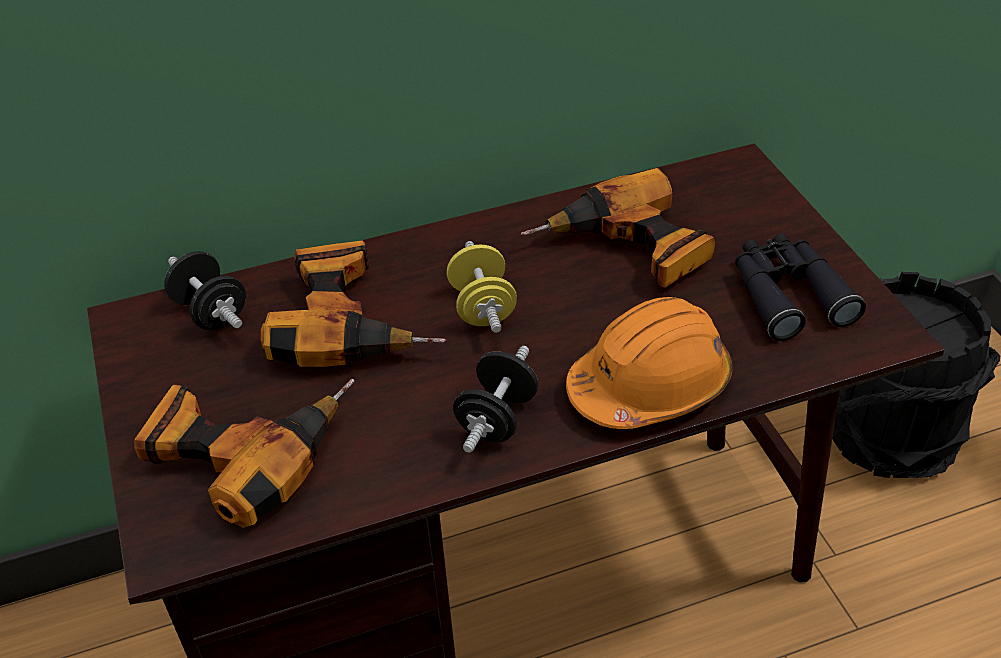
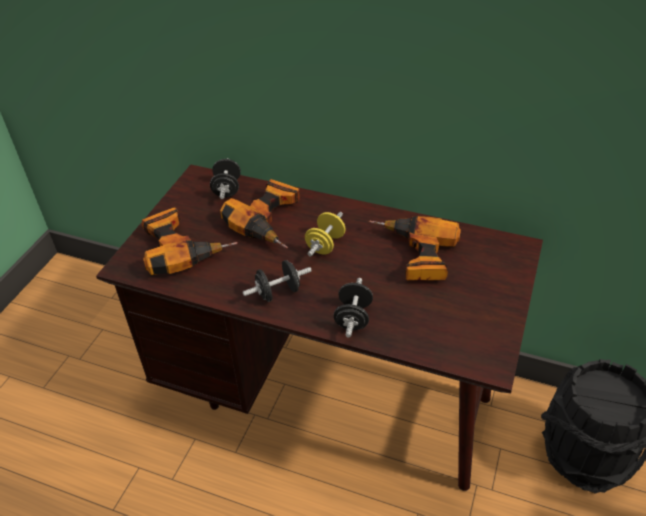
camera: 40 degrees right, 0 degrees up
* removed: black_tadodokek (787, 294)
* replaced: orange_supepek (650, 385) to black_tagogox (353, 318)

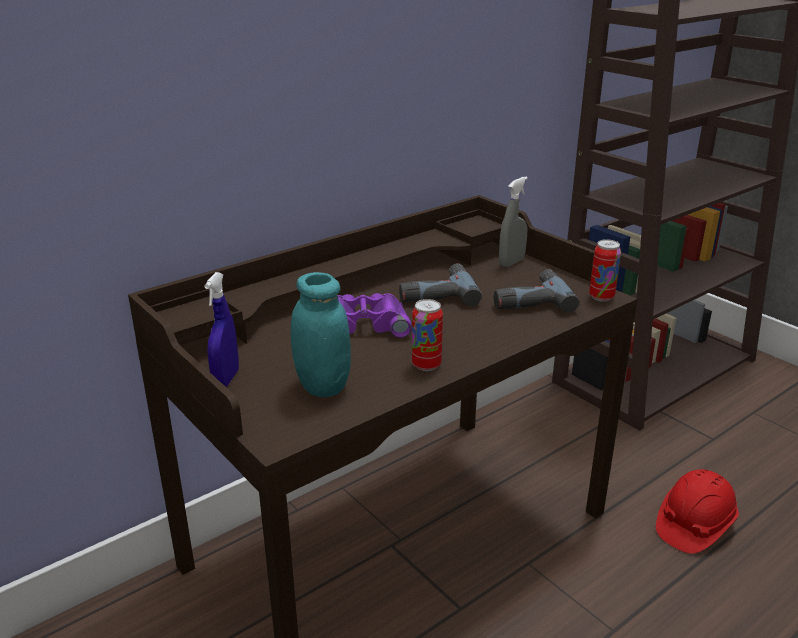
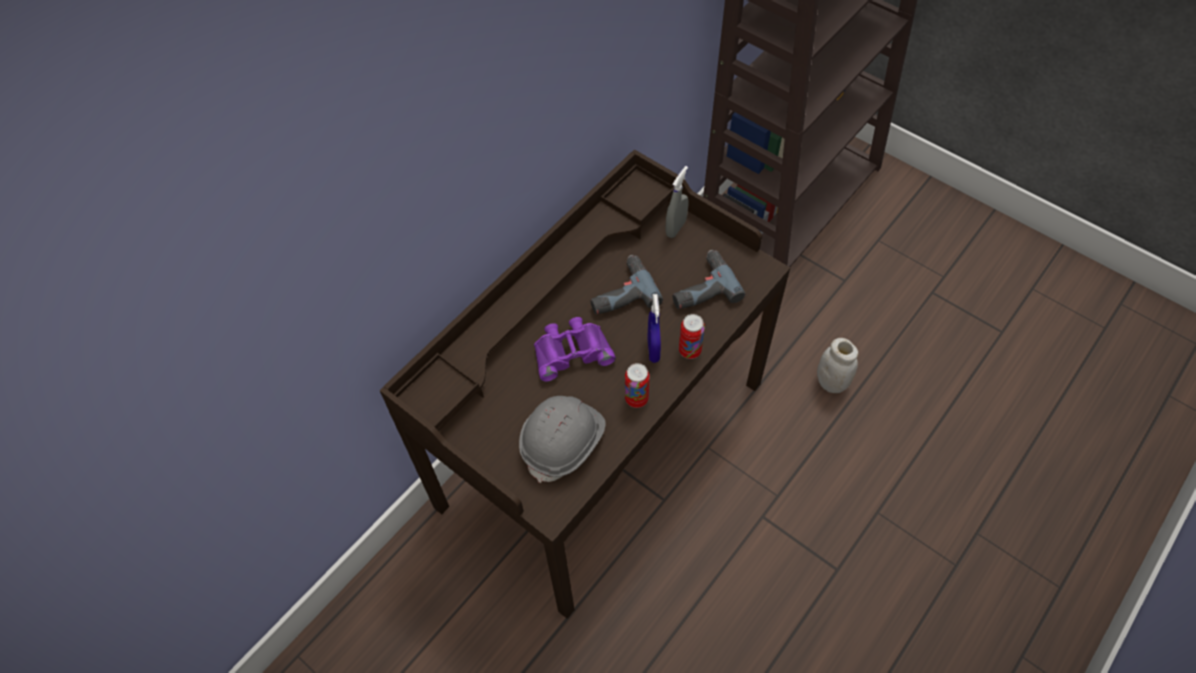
camera: 10 degrees left, 30 degrees up
* moved: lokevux (601, 297) to (689, 350)
* moved: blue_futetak (226, 379) to (653, 350)
* replaced: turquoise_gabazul (323, 386) to grey_supepek (564, 442)
* replaced: red_supepek (694, 525) to white_gabazul (831, 382)

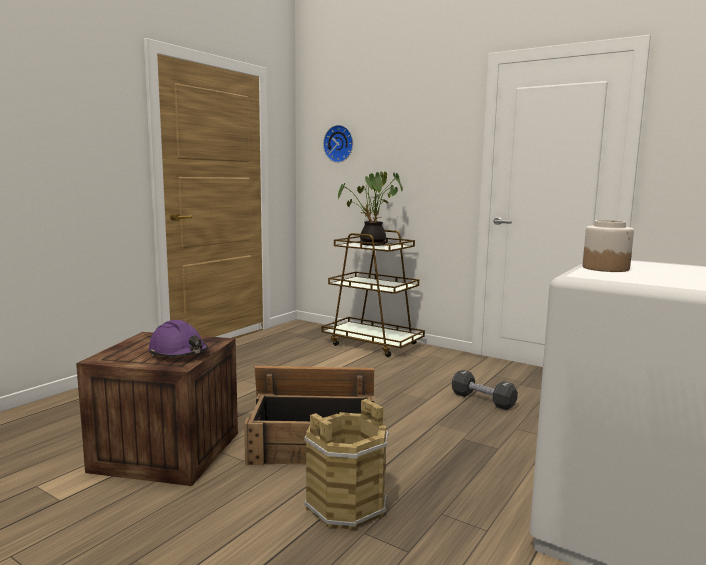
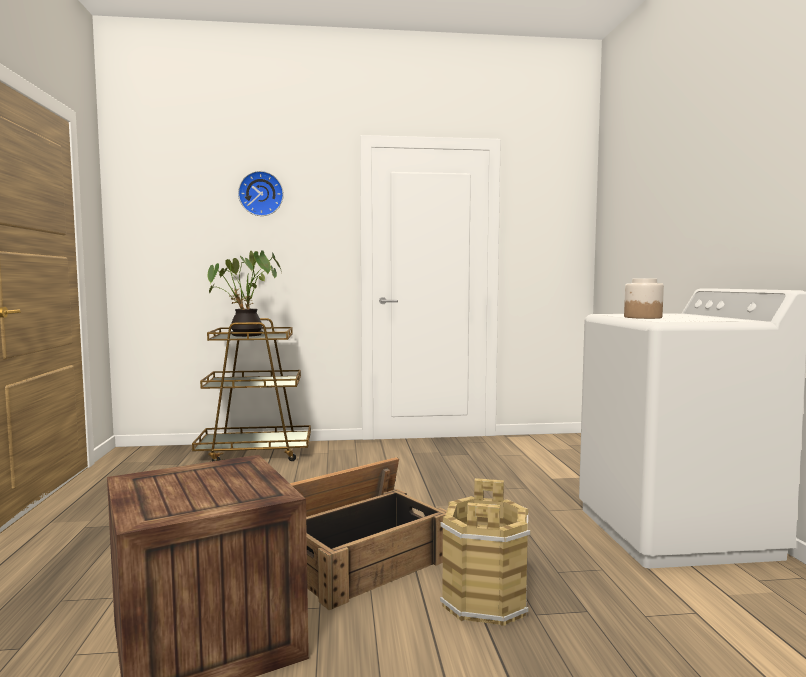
camera: 40 degrees left, 5 degrees down
* moved: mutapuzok (339, 144) to (261, 194)
* removed: purple_supepek (178, 353)
* removed: black_tagogox (483, 400)

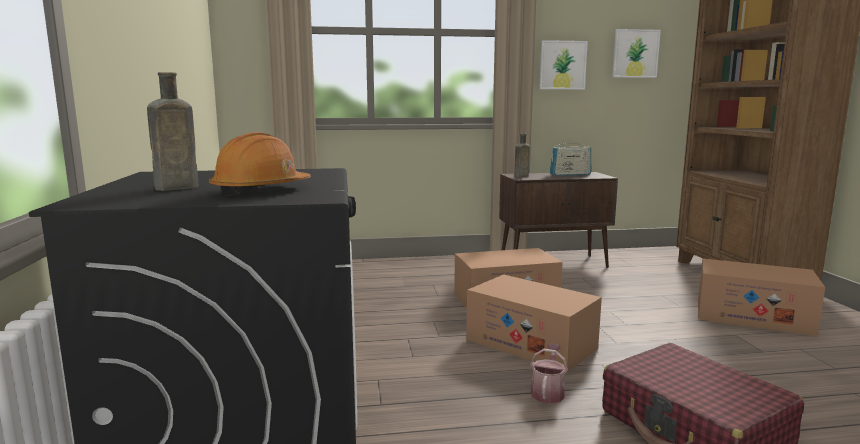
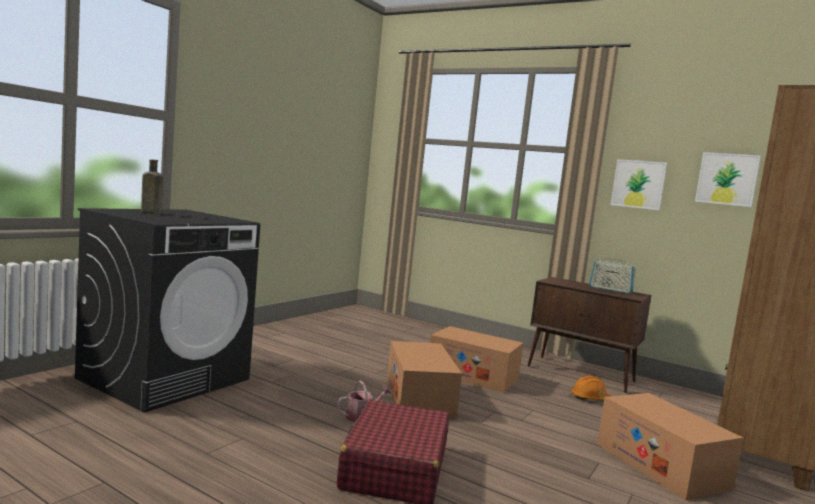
camera: 40 degrees right, 5 degrees down
* moved: orange_supepek (261, 190) to (590, 398)
* removed: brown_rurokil (520, 176)

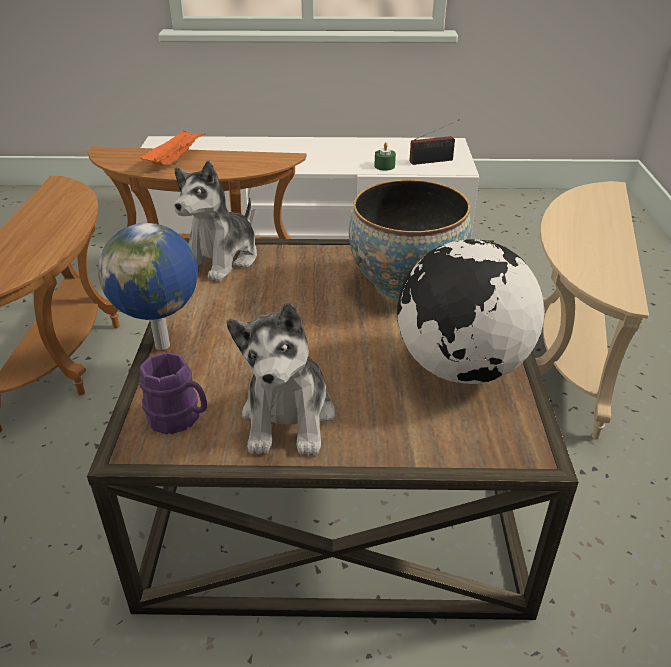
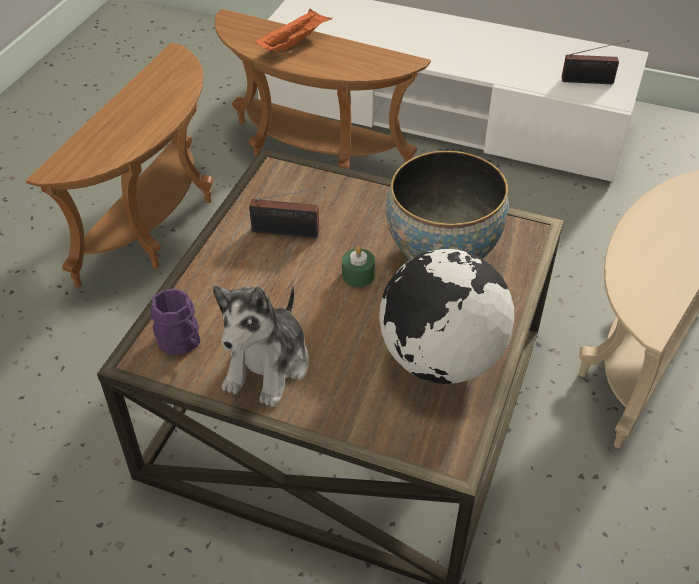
camera: 20 degrees right, 10 degrees up
* moved: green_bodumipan (384, 166) to (358, 275)
* removed: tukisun (222, 259)
* removed: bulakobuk (164, 345)
* added: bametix (289, 232)

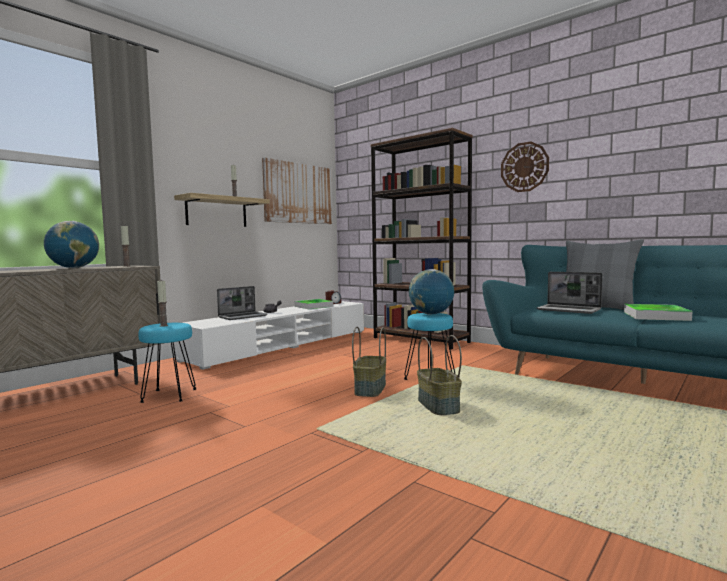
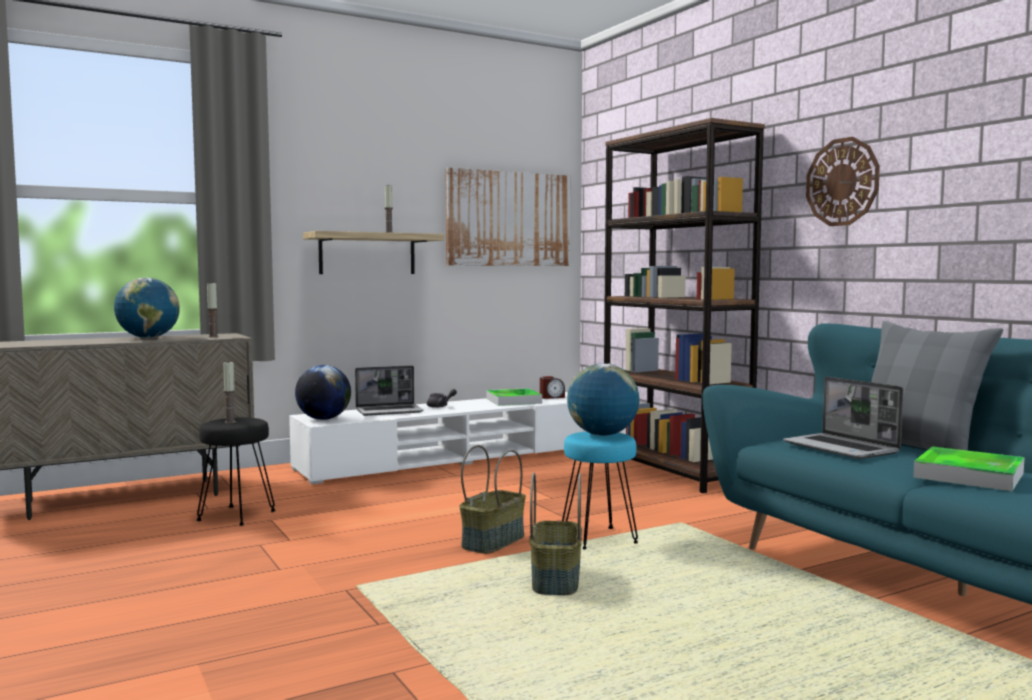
camera: 20 degrees right, 0 degrees up
* recoloured: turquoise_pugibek (169, 395) to black_pugibek (237, 515)
* added: bulakobuk (323, 419)

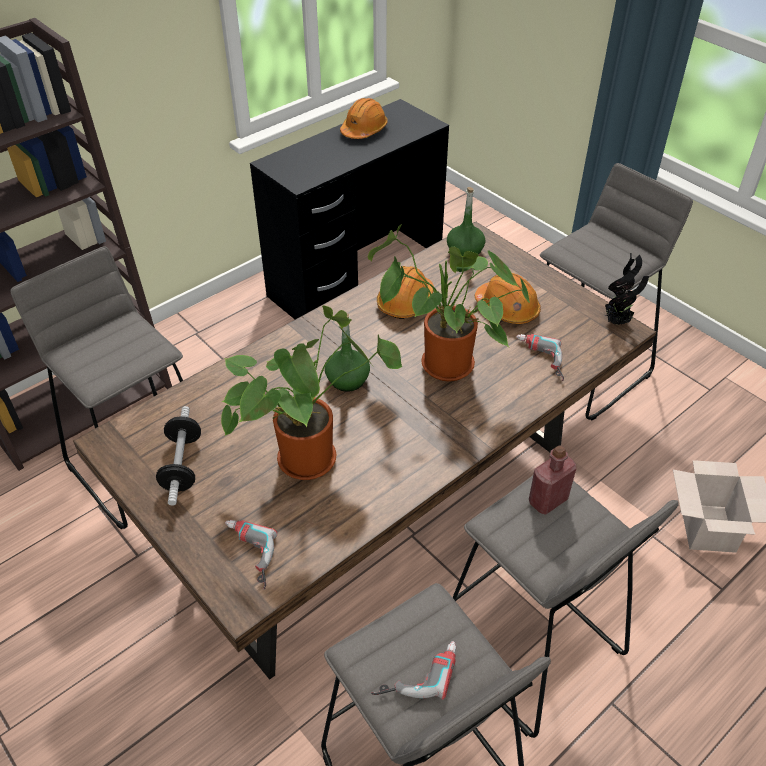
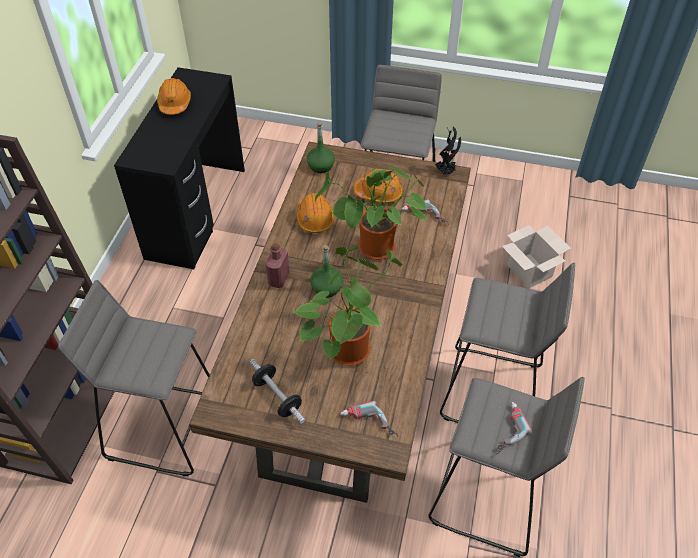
camera: 35 degrees left, 5 degrees up
* moved: red_rurokil (548, 500) to (278, 279)

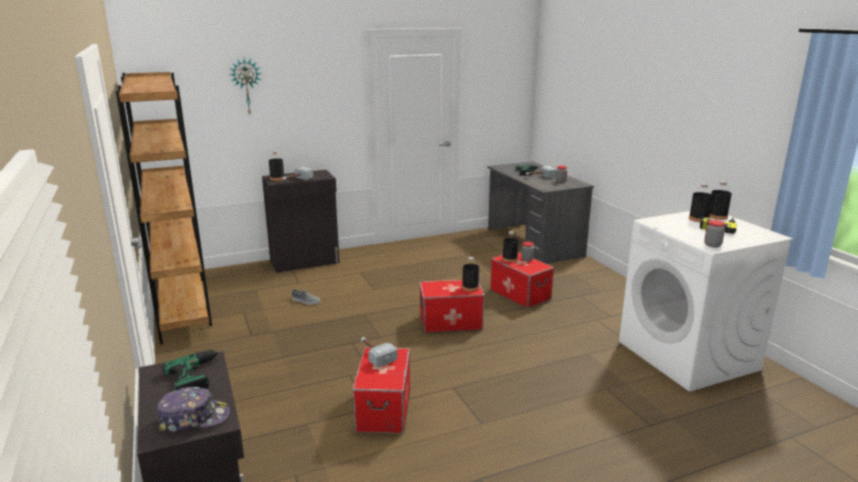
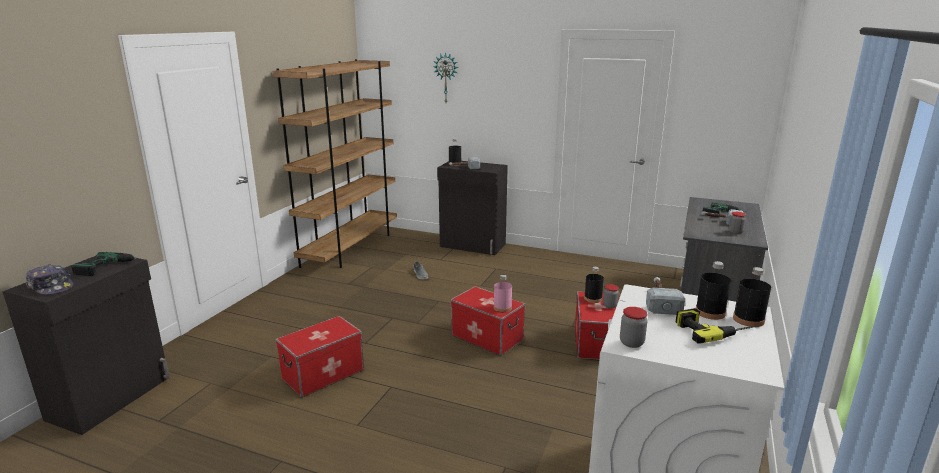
camera: 45 degrees right, 0 degrees up
* recoloured: black_rurokil (470, 287) to pink_rurokil (502, 308)
* moved: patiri (375, 355) to (660, 301)

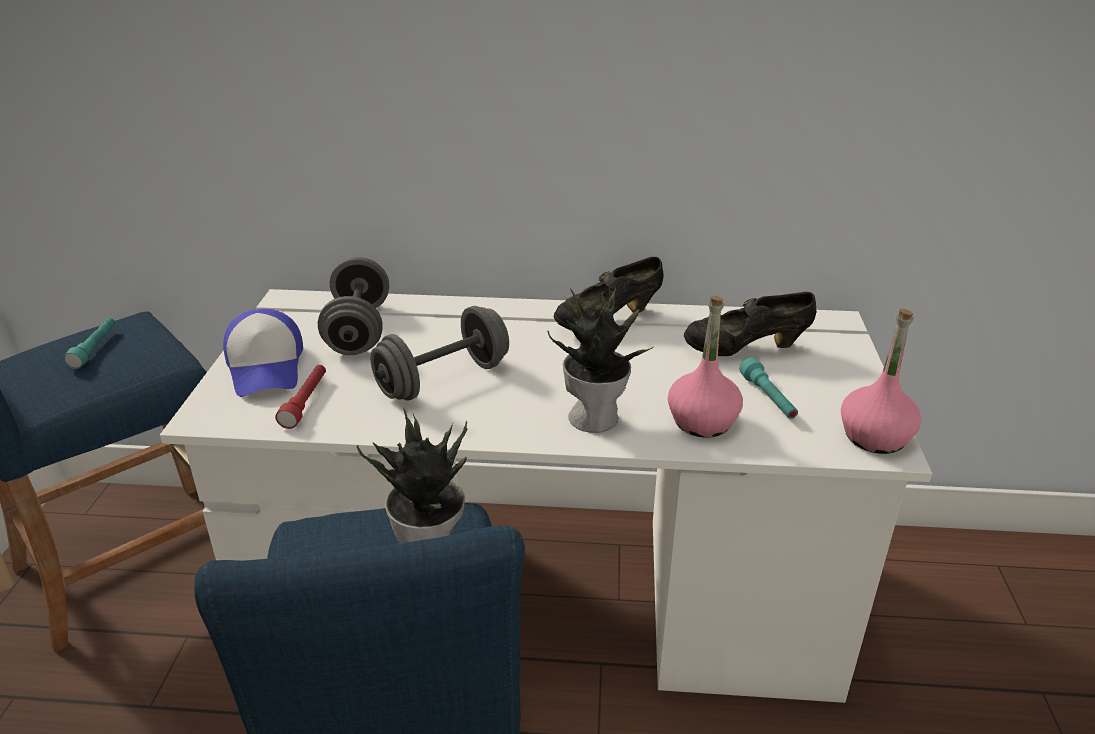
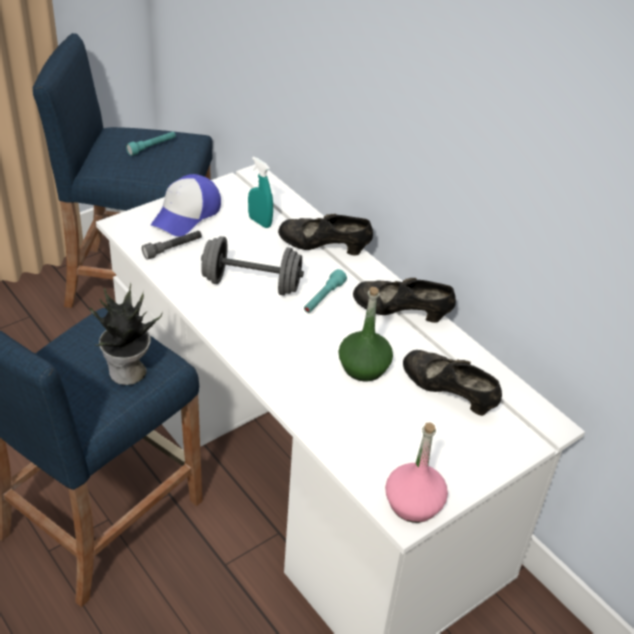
camera: 45 degrees right, 10 degrees up
* replaced: grey_tagogox (358, 330) to turquoise_futetak (260, 222)
* removed: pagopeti (595, 417)
* removed: pink_rurokil (702, 421)
* moved: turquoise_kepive (768, 398) to (323, 298)
* recoloured: red_kepive (305, 402) to grey_kepive (173, 249)
* added: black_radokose (324, 248)
* added: green_rurokil (364, 367)

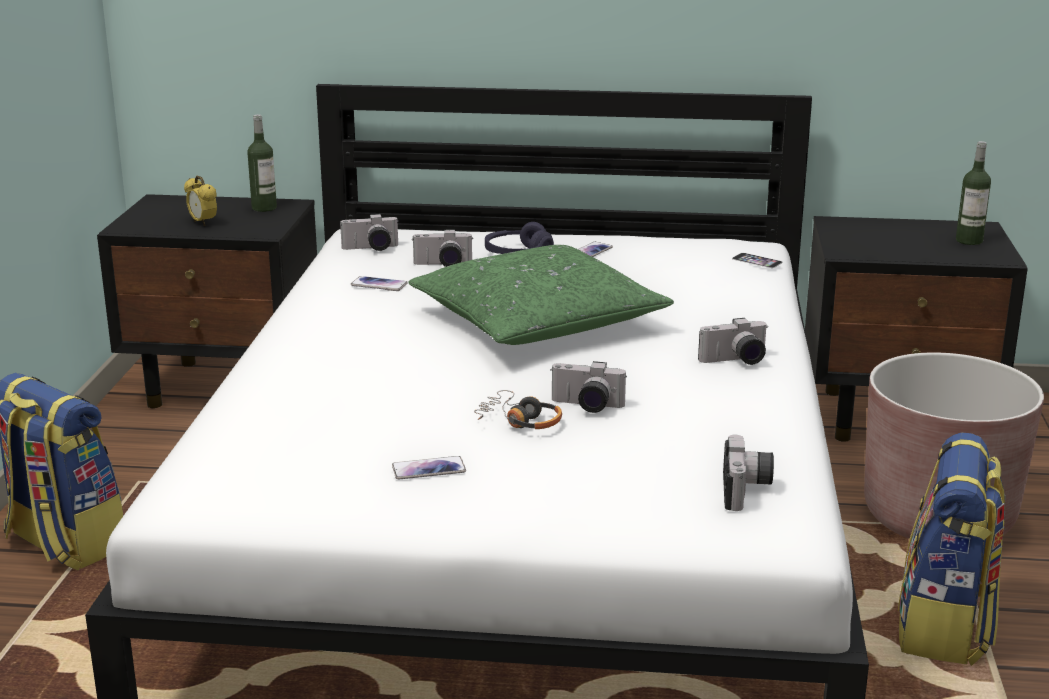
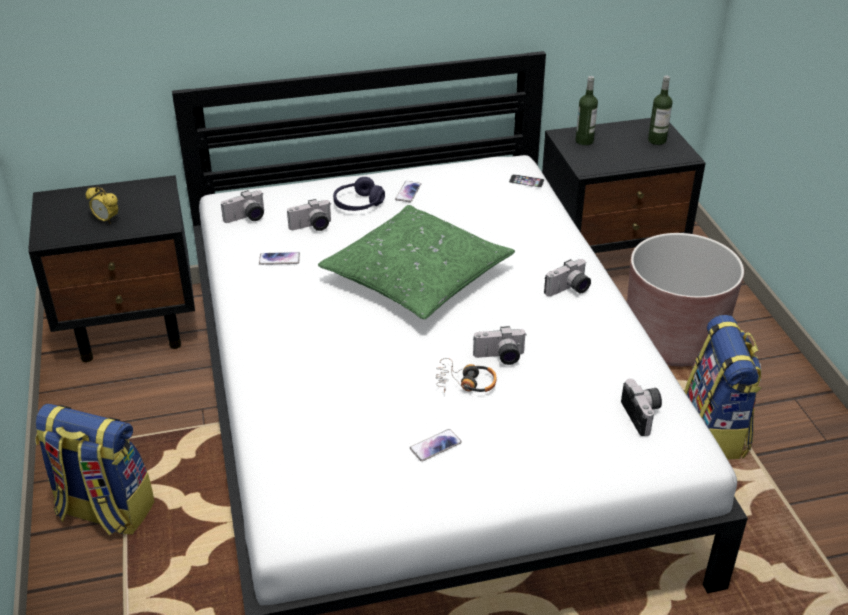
camera: 20 degrees left, 15 degrees up
* moved: rurokil (264, 208) to (584, 141)

